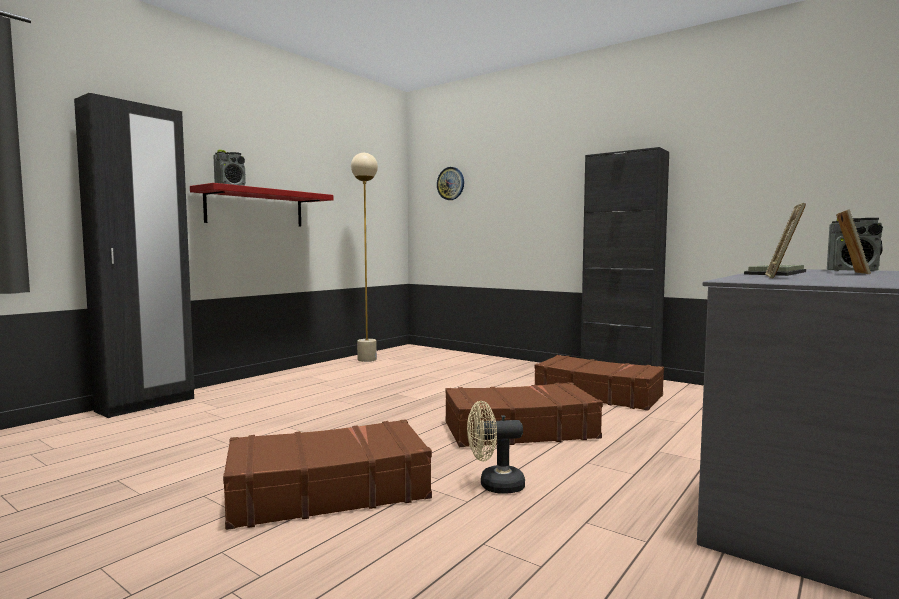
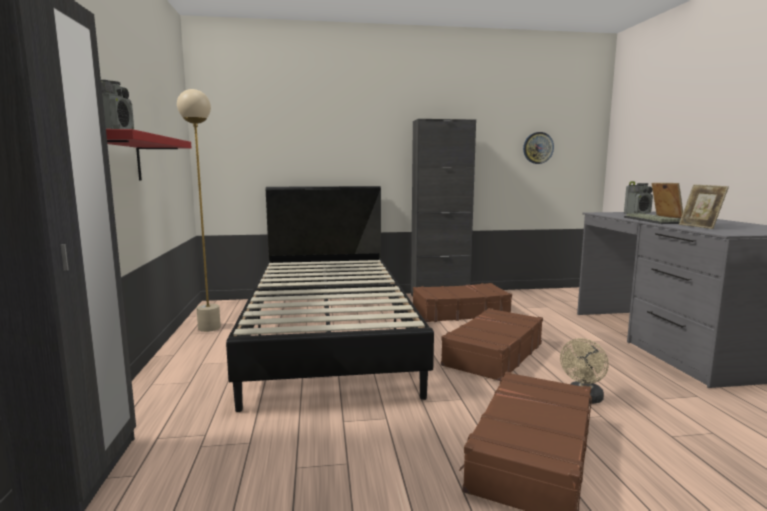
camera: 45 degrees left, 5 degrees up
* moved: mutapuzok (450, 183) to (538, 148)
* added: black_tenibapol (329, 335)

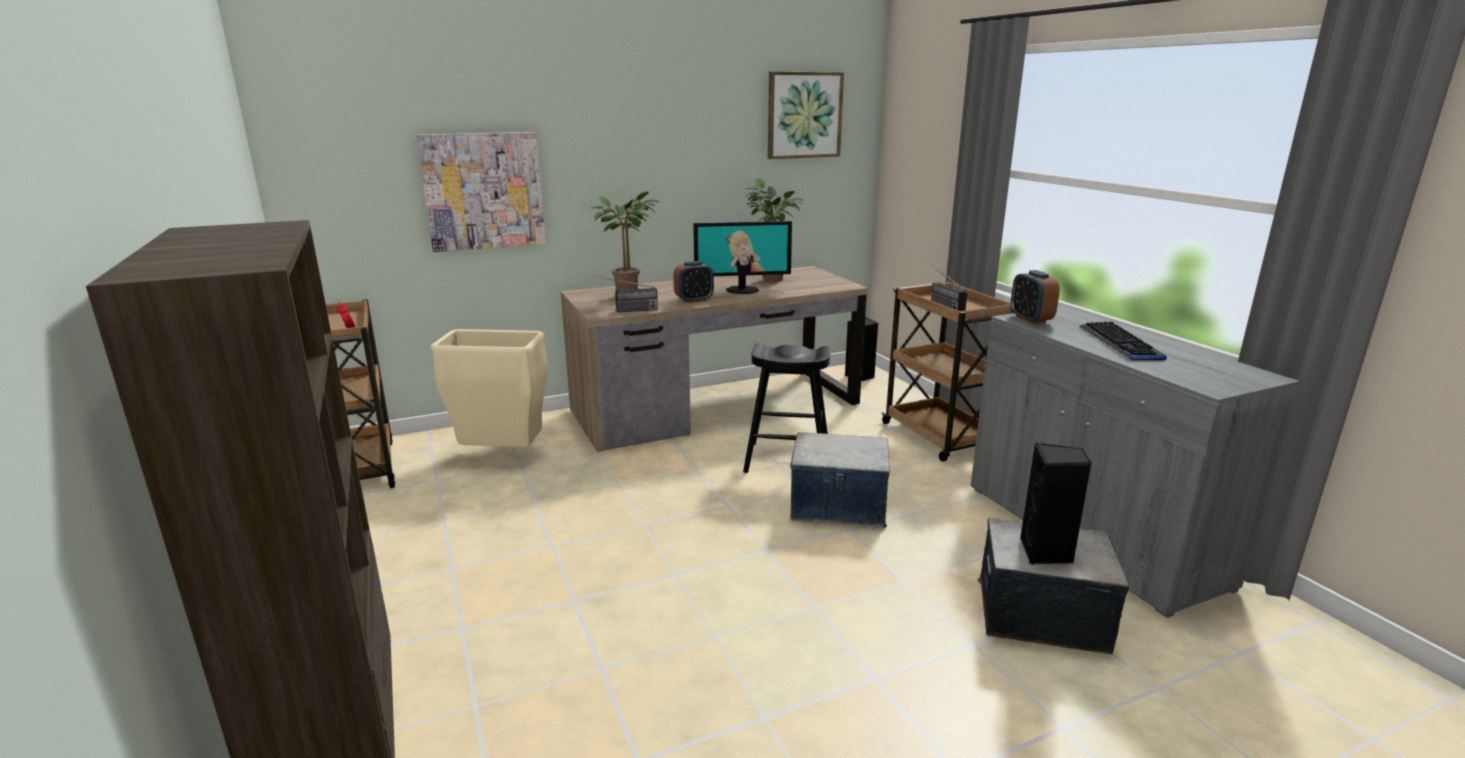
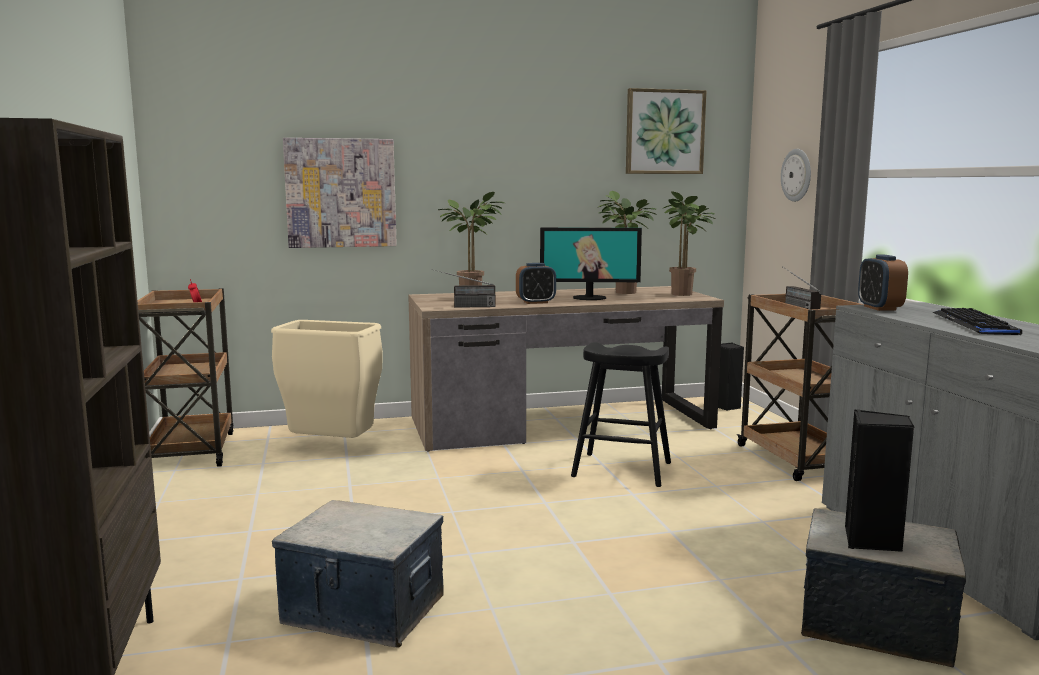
camera: 10 degrees right, 10 degrees down
* moved: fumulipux (838, 506) to (363, 610)
* added: mutapuzok (797, 175)
* added: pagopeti (684, 294)

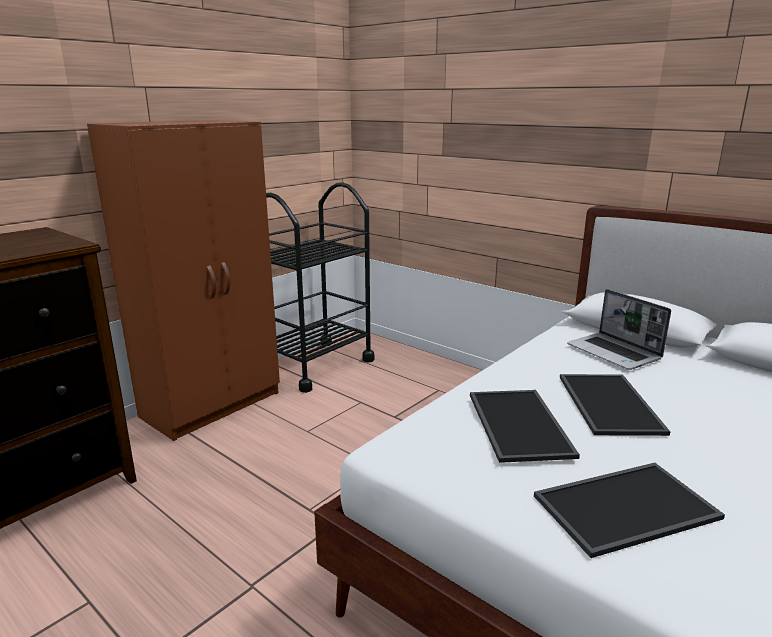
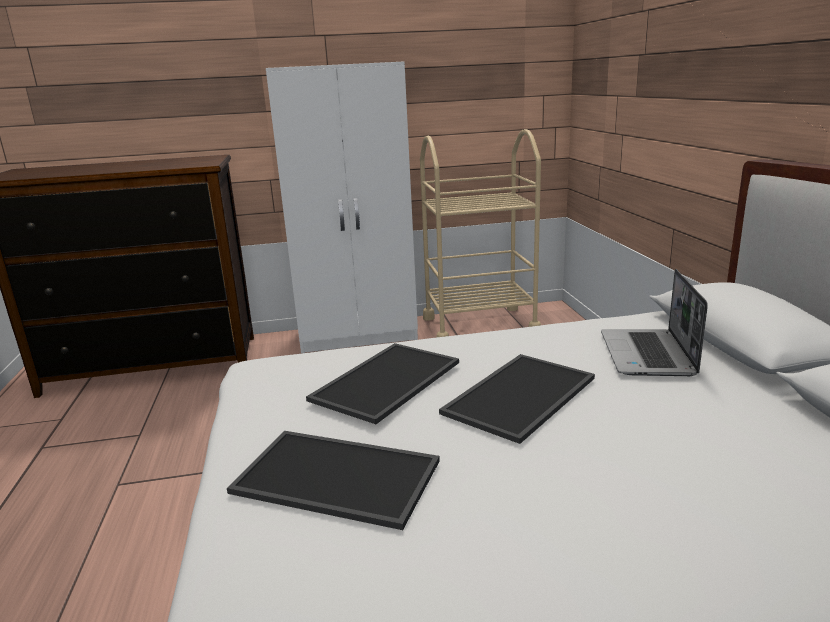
camera: 40 degrees right, 0 degrees up
* recoloured: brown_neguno (213, 404) to white_neguno (358, 335)
* recoloured: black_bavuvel (316, 365) to beige_bavuvel (479, 325)

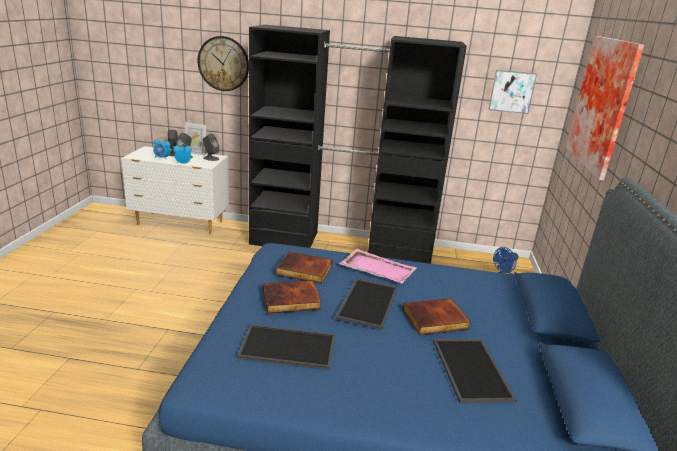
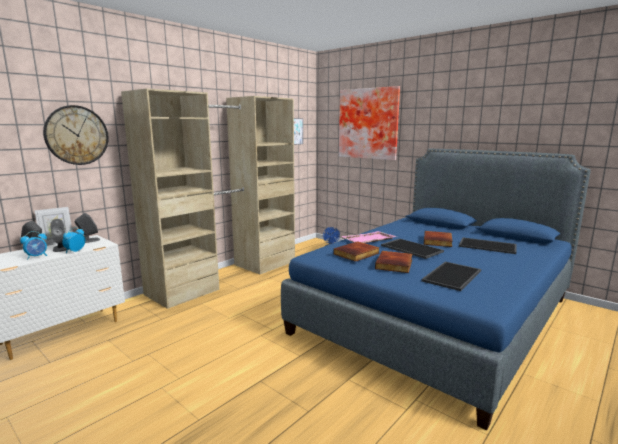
camera: 55 degrees left, 10 degrees down
* recoloured: black_neguno (341, 245) to beige_neguno (228, 276)

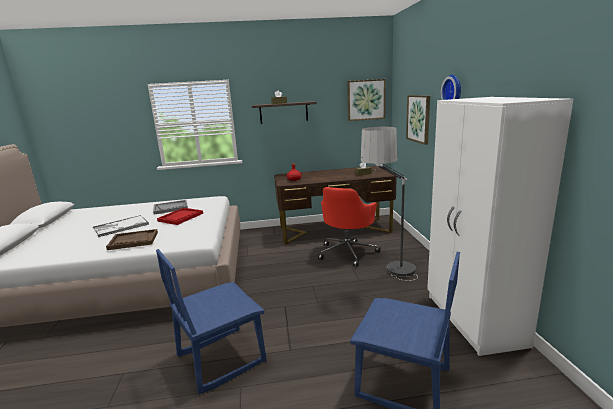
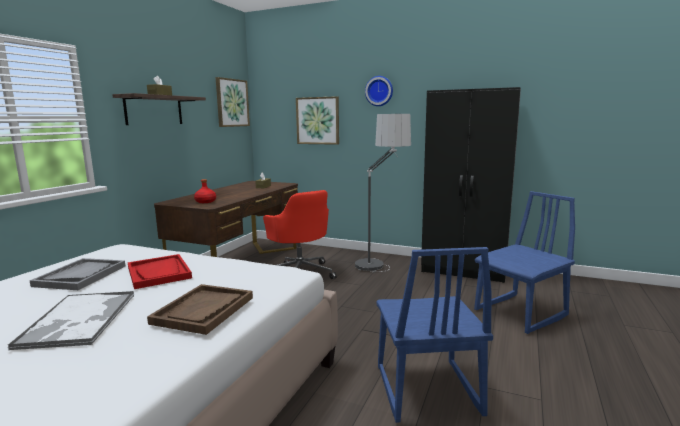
camera: 60 degrees left, 5 degrees down
* recoloured: white_neguno (473, 320) to black_neguno (465, 270)

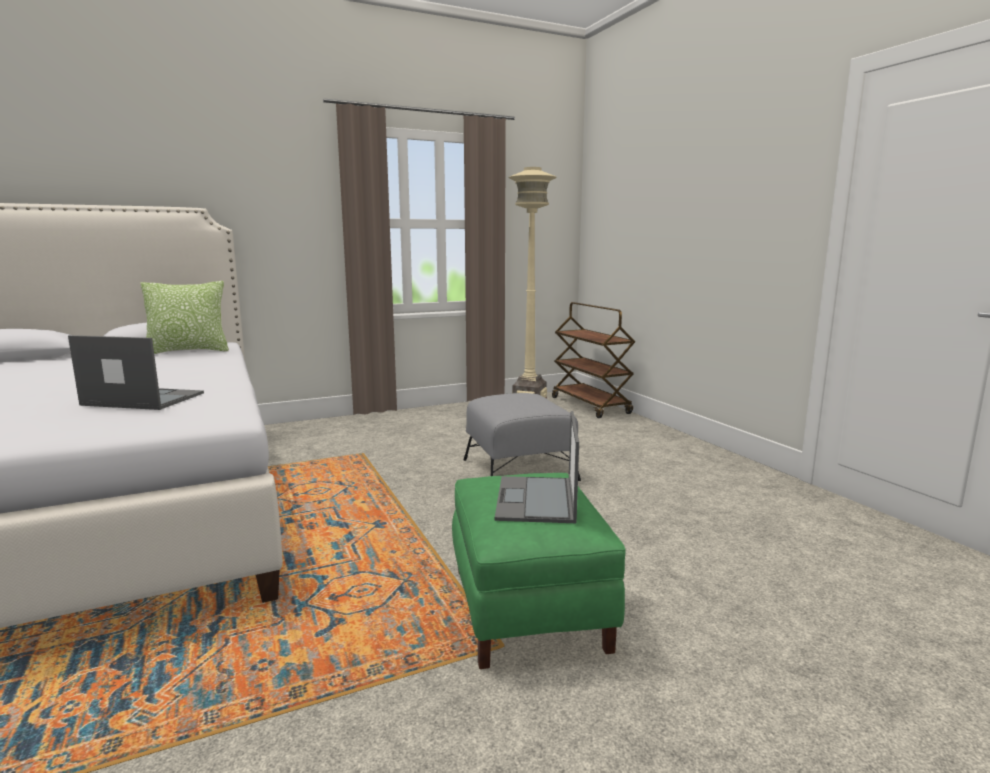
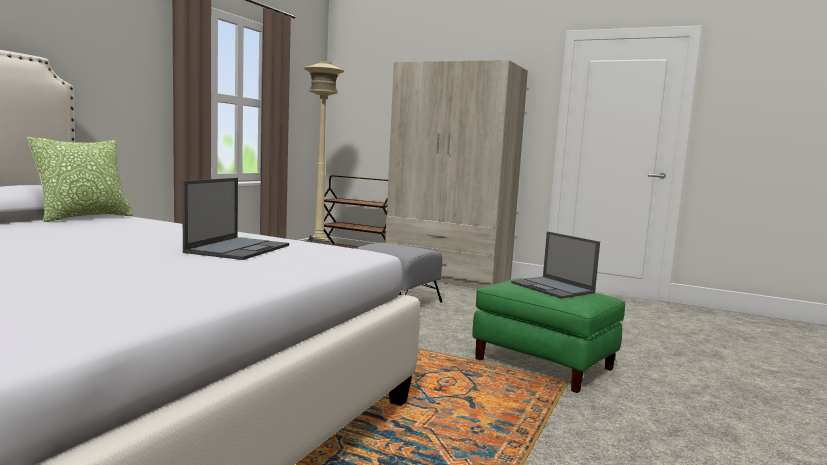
camera: 40 degrees left, 5 degrees down
* turned: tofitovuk (142, 399) = (239, 249) 135 degrees clockwise
* added: beige_neguno (448, 277)

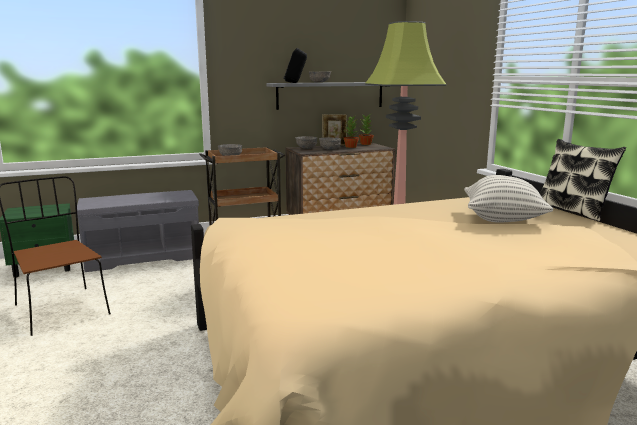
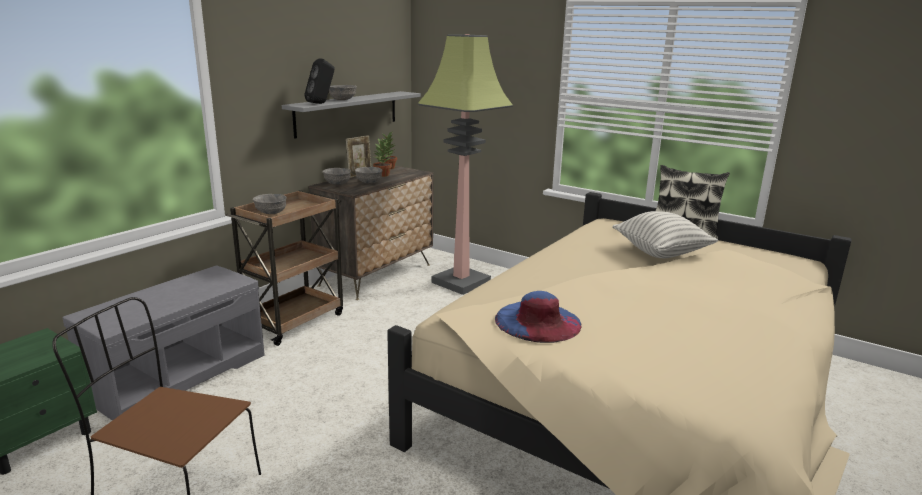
camera: 35 degrees left, 5 degrees up
* added: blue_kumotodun (538, 321)

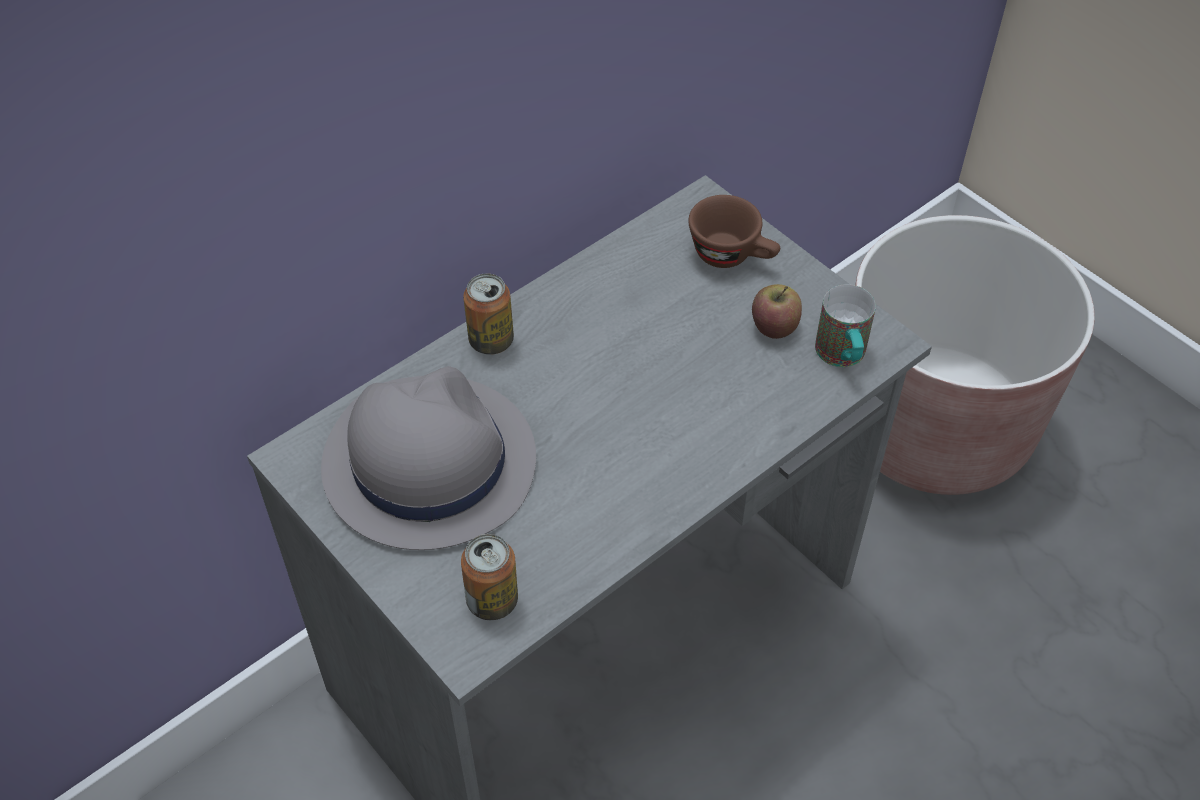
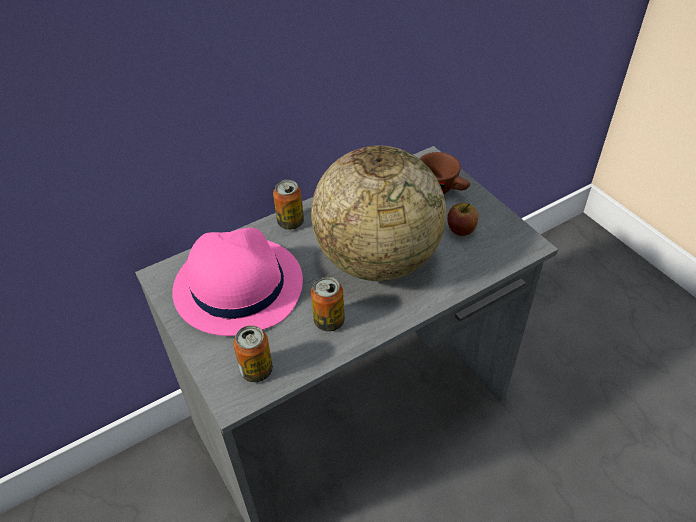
camera: 10 degrees right, 5 degrees down
* removed: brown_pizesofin (934, 426)
* removed: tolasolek (842, 357)
* recoloured: grey_kumotodun (427, 462) to pink_kumotodun (237, 286)
* added: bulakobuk (377, 260)
* added: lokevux (329, 321)

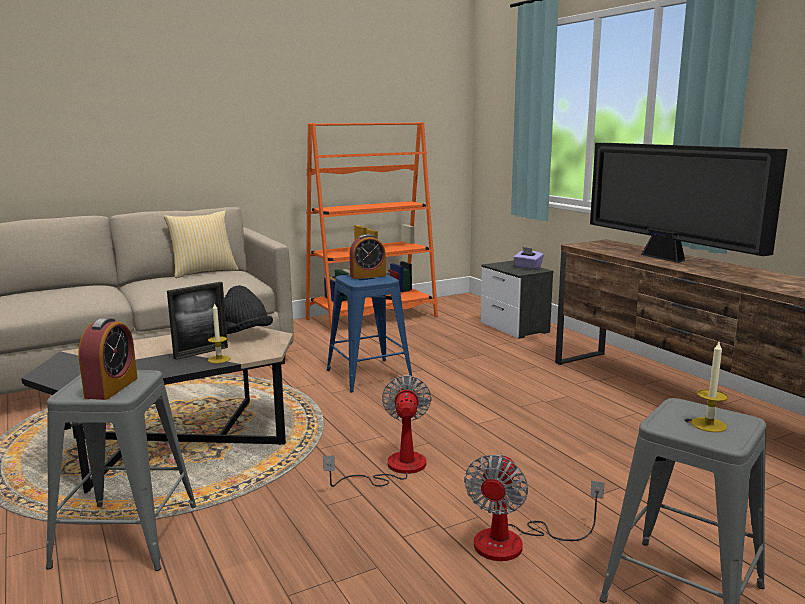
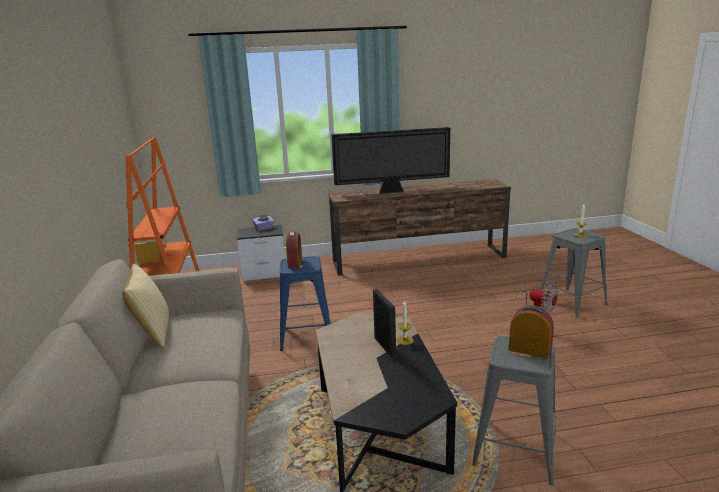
camera: 70 degrees left, 5 degrees up
* removed: black_kumotodun (245, 335)
* removed: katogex (394, 468)

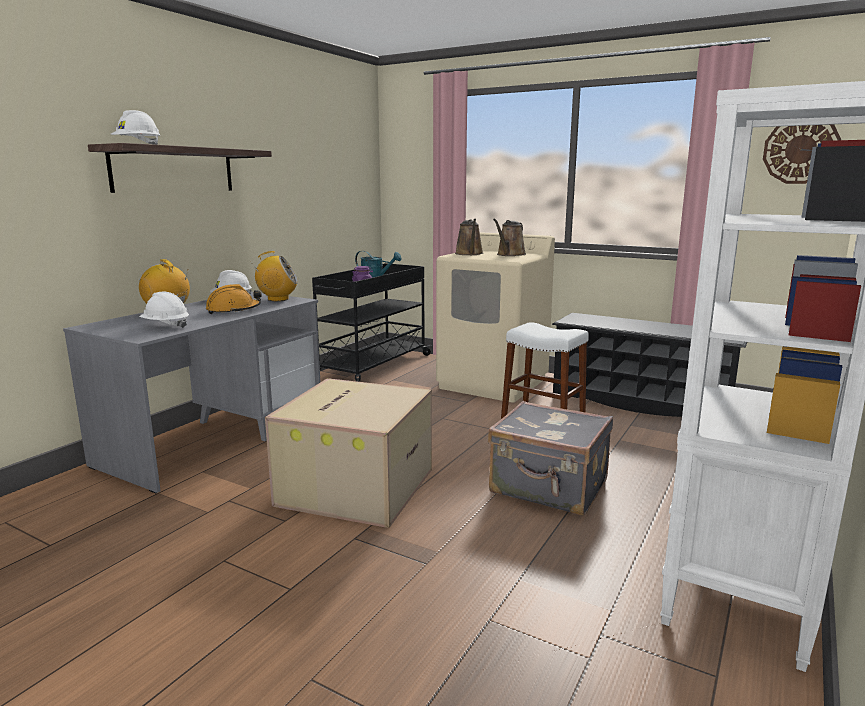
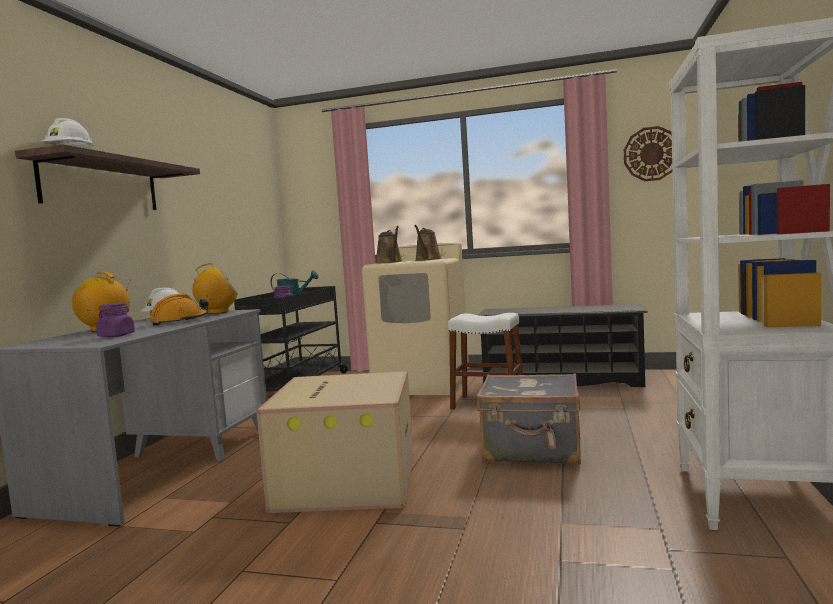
camera: 15 degrees left, 10 degrees down
* replaced: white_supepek (165, 326) to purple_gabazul (116, 335)

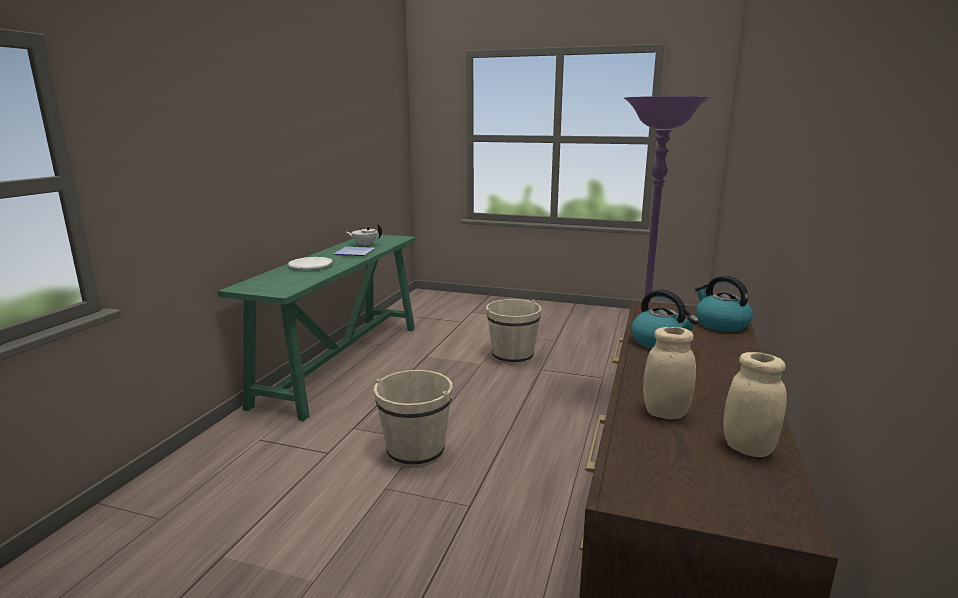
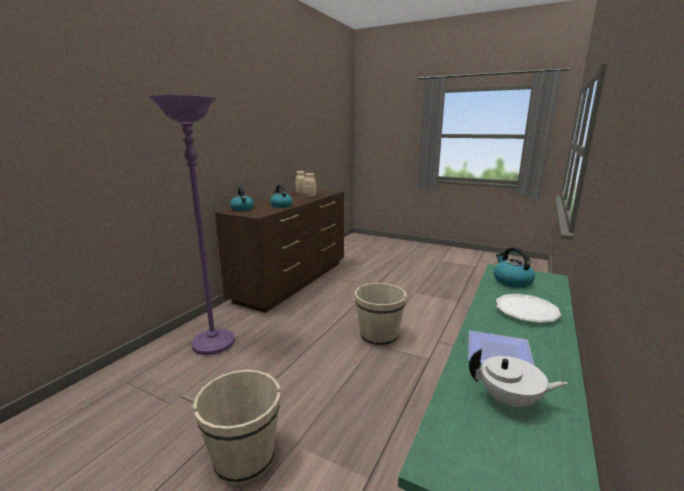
camera: 170 degrees left, 0 degrees up
* added: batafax (511, 281)

